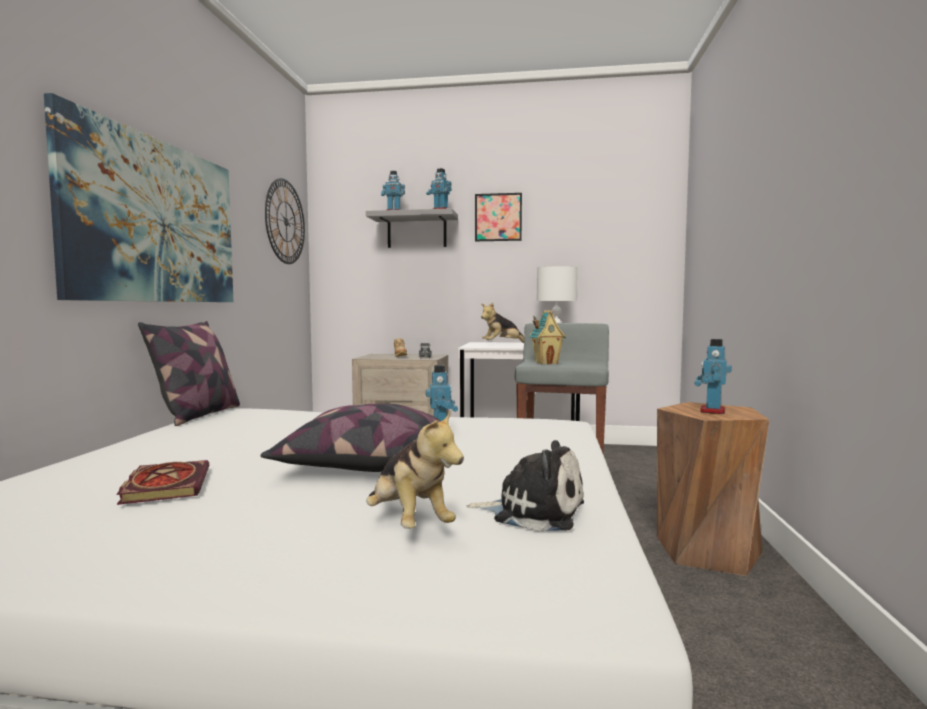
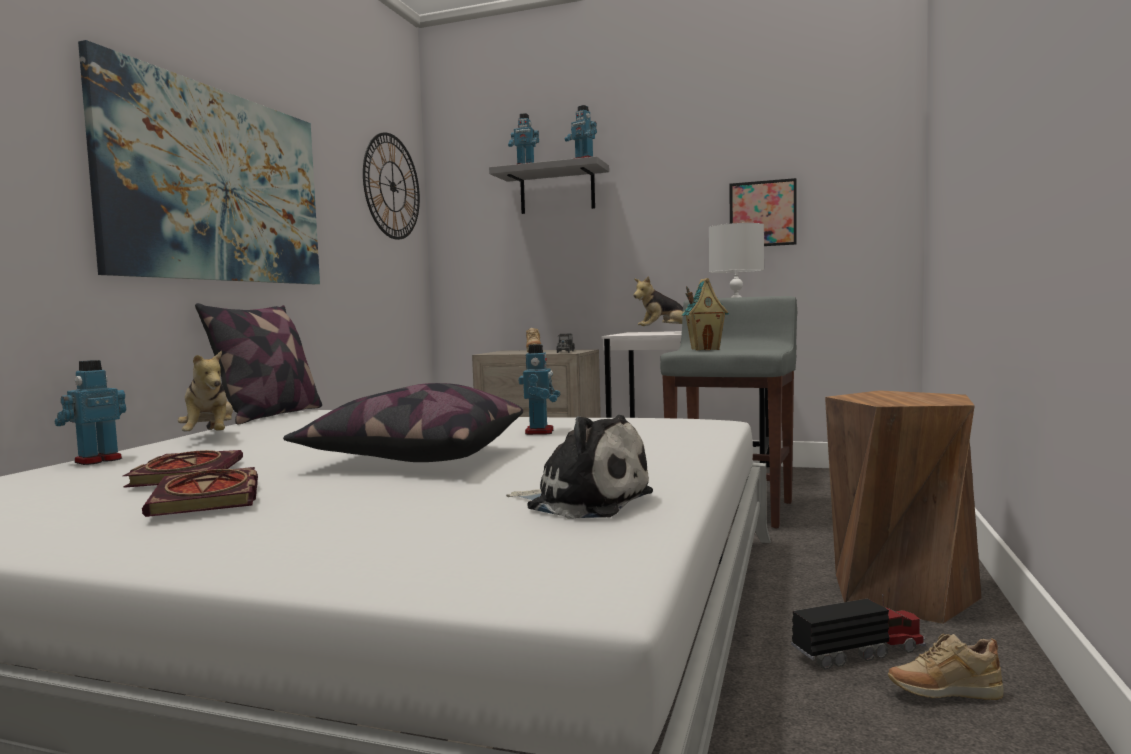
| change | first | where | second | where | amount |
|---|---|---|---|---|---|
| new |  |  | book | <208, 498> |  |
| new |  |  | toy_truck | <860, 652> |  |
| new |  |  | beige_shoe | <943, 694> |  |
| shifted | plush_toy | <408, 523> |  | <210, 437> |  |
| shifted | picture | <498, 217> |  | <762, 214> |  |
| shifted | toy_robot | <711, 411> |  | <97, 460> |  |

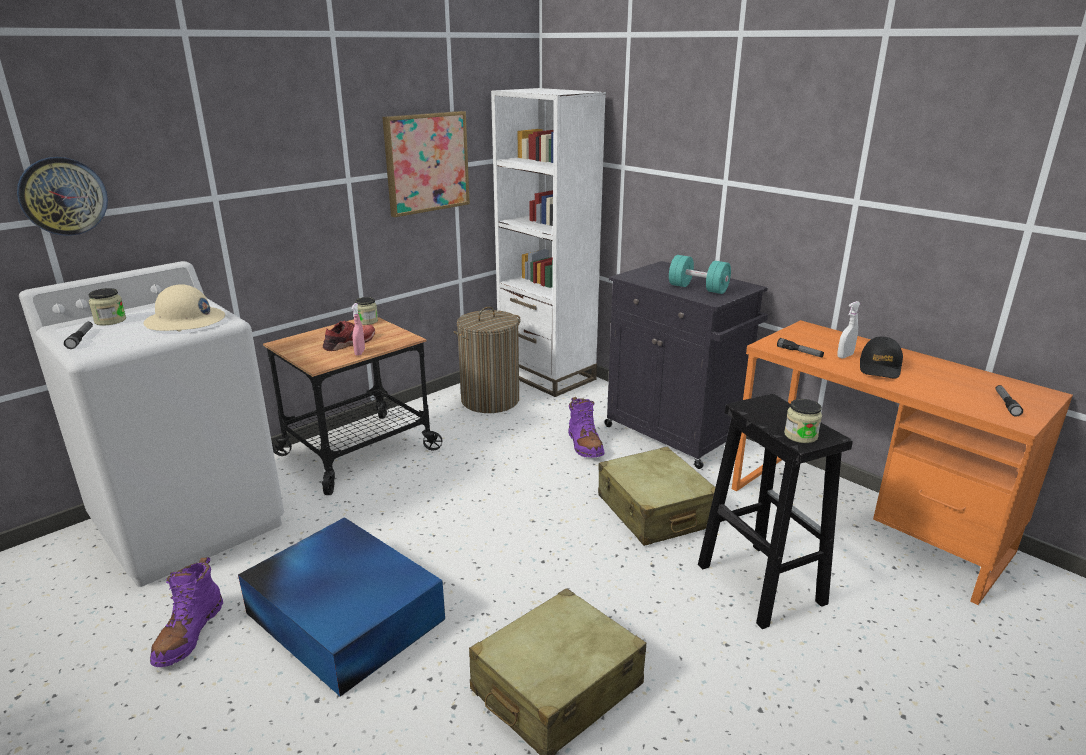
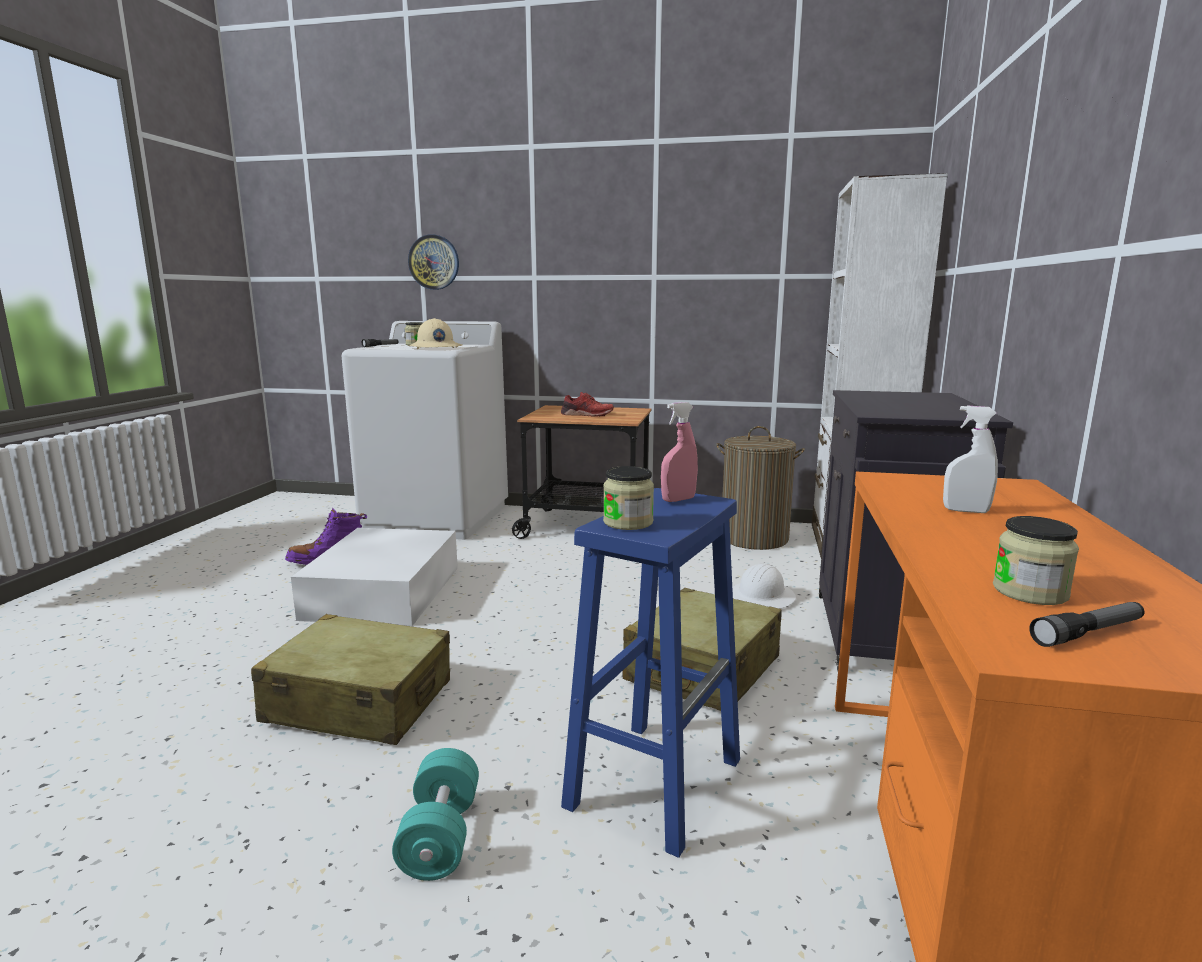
| change | first | where | second | where | amount |
|---|---|---|---|---|---|
| gone | picture | <426, 162> |  |  |  |
| gone | flashlight | <799, 352> |  |  |  |
| gone | black_cap | <880, 367> |  |  |  |
| shifted | pink_spray_bottle | <360, 352> |  | <678, 499> |  |
| shifted | jar | <367, 321> |  | <1030, 592> |  |
| shifted | turquoise_dumbbell | <698, 288> |  | <440, 836> |  |
| swapped | purple_boot | <584, 445> | white_hard_hat | <761, 598> |  |
| repainted | blue_storage_box | <344, 614> | white_storage_box | <385, 591> |  |
| repainted | black_stool | <758, 583> | blue_stool | <655, 781> |  |

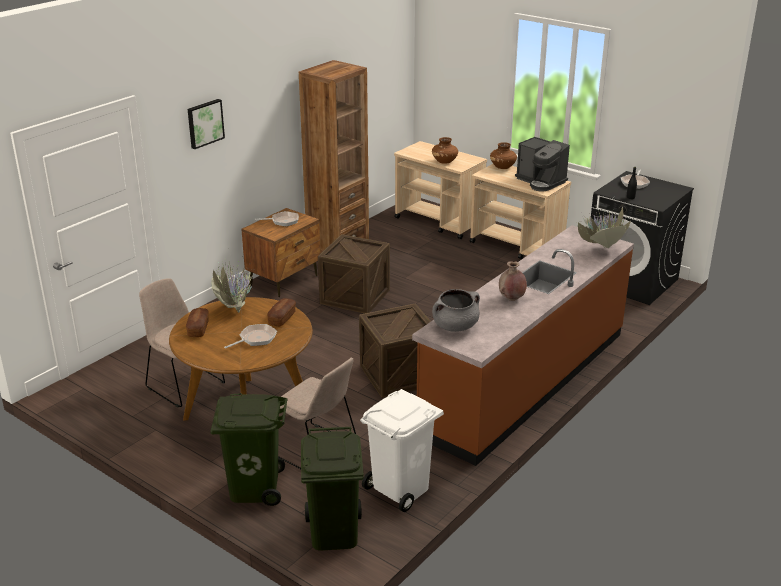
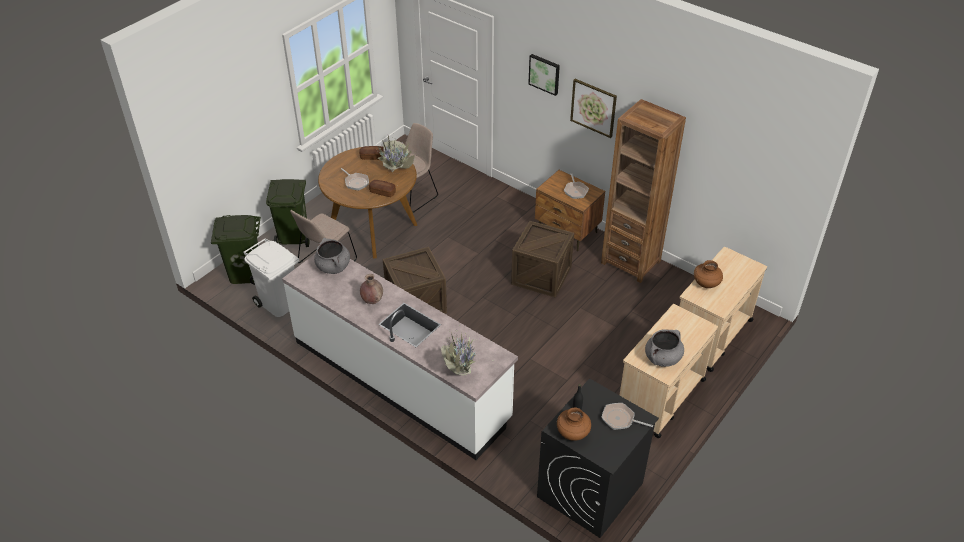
| change | first | where | second | where | amount |
|---|---|---|---|---|---|
| new |  |  | picture | <593, 107> |  |
| shifted | brown_vase | <502, 167> |  | <573, 433> |  |
| swapped | coffee_machine | <541, 182> | grey_cooking_pot | <662, 358> |  |
| repainted | brown_counter | <524, 381> | white_counter | <401, 379> |  |

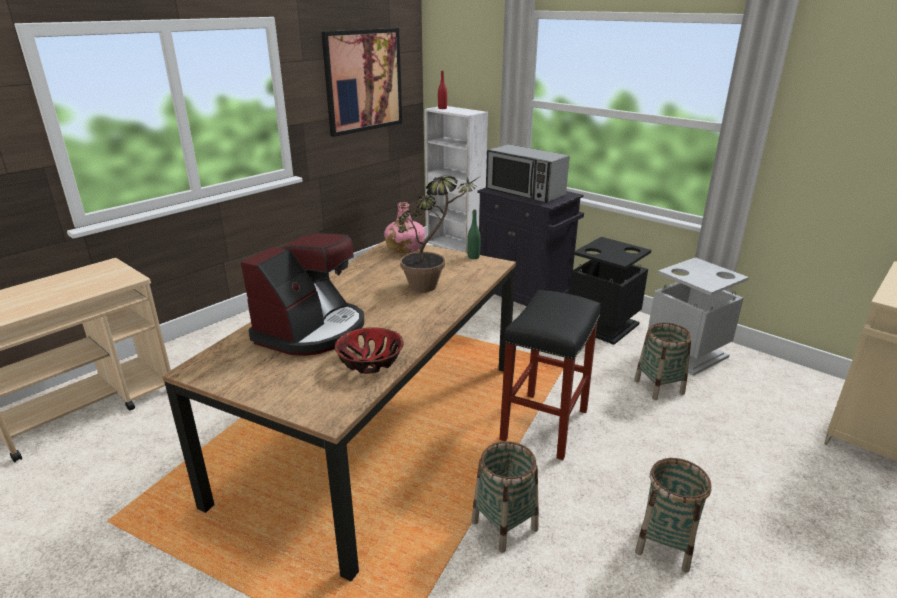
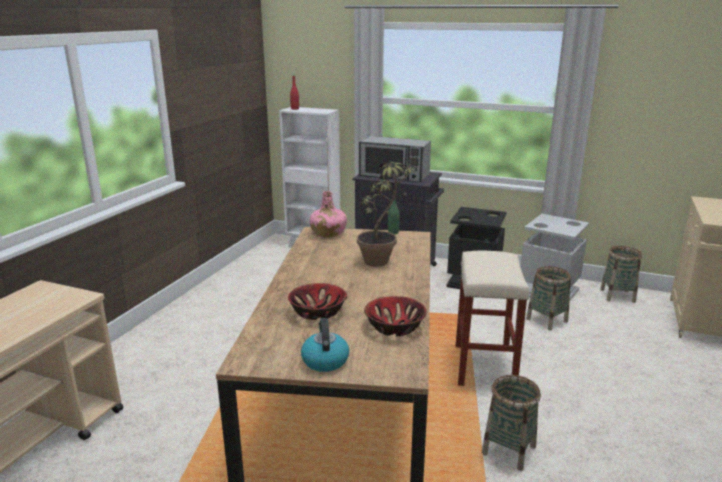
| change | first | where | second | where | amount |
|---|---|---|---|---|---|
| gone | picture | <363, 81> |  |  |  |
| new |  |  | kettle | <325, 360> |  |
| shifted | basket | <665, 544> |  | <617, 296> |  |
| swapped | coffee_machine | <312, 330> | bowl | <317, 311> |  |
| repainted | black_stool | <545, 426> | beige_stool | <485, 367> |  |

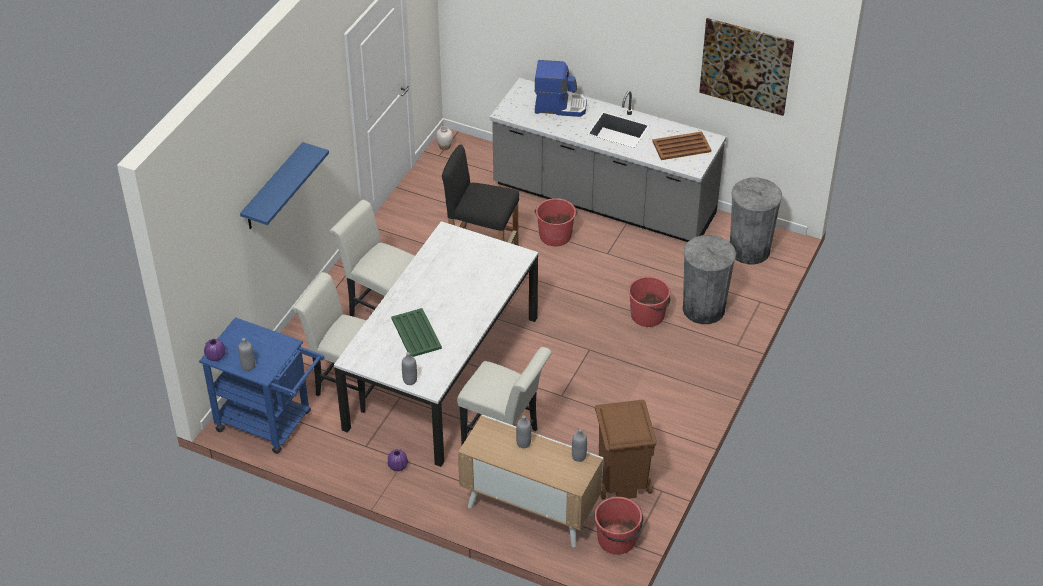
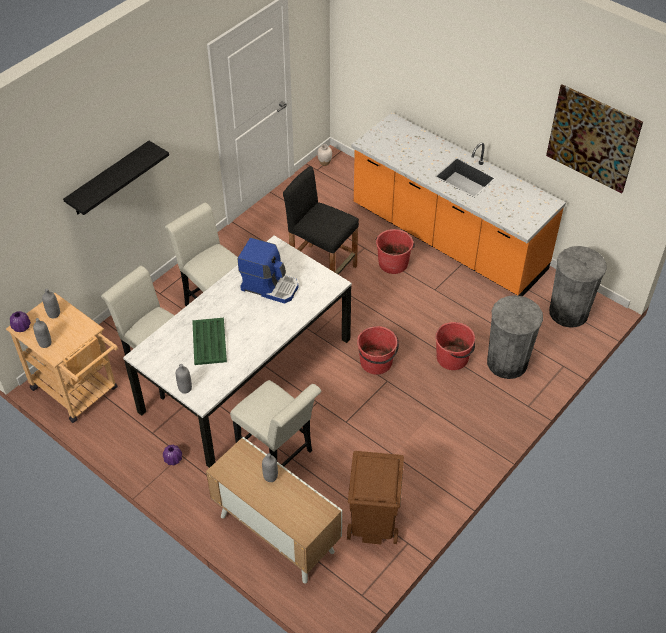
| change | first | where | second | where | amount |
|---|---|---|---|---|---|
| gone | brown_tray | <681, 146> |  |  |  |
| shifted | coffee_machine | <560, 106> |  | <270, 286> |  |
| shifted | grey_bottle | <579, 456> |  | <54, 314> |  |
| shifted | red_bucket | <617, 540> |  | <376, 362> |  |
| repainted | blue_cart | <271, 423> | beige_cart | <79, 392> |  |
| repainted | blue_shelf | <273, 188> | black_shelf | <109, 179> |  |
| repainted | grey_counter | <603, 201> | orange_counter | <447, 239> |  |

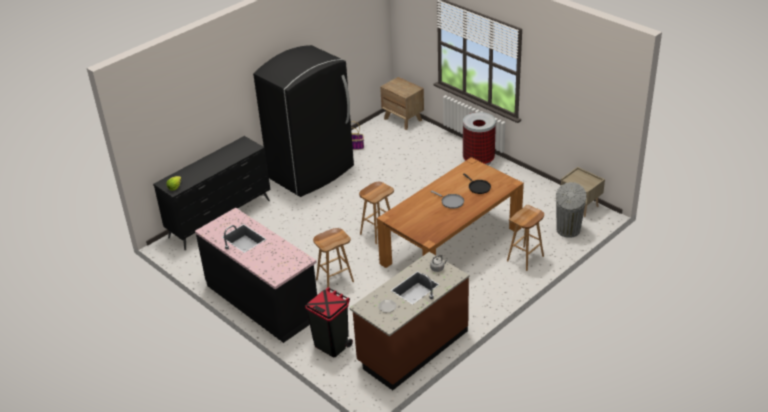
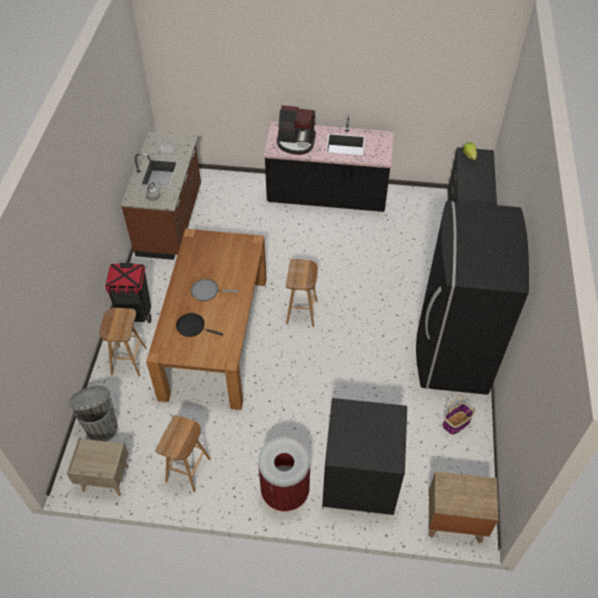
| change | first | where | second | where | amount |
|---|---|---|---|---|---|
| new |  |  | coffee_machine | <296, 142> |  |
| new |  |  | black_washing_machine | <359, 479> |  |
| shifted | black_trash_can | <332, 344> |  | <135, 313> |  |
| shifted | brown_stool | <335, 280> |  | <188, 470> |  |

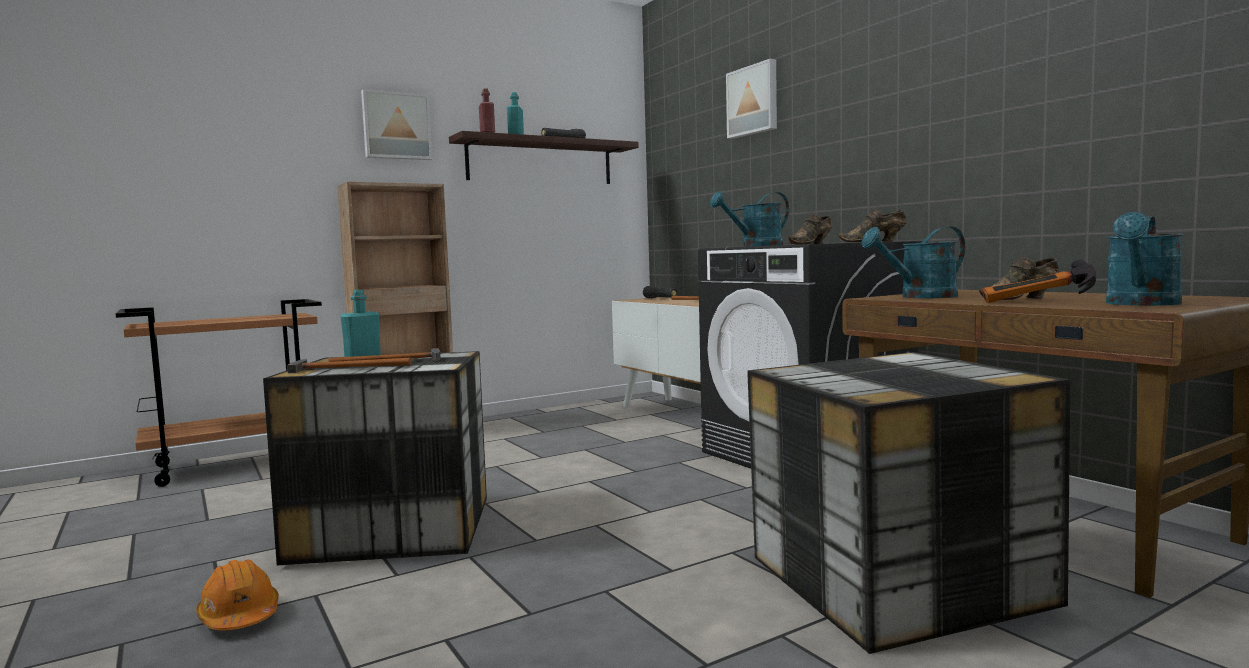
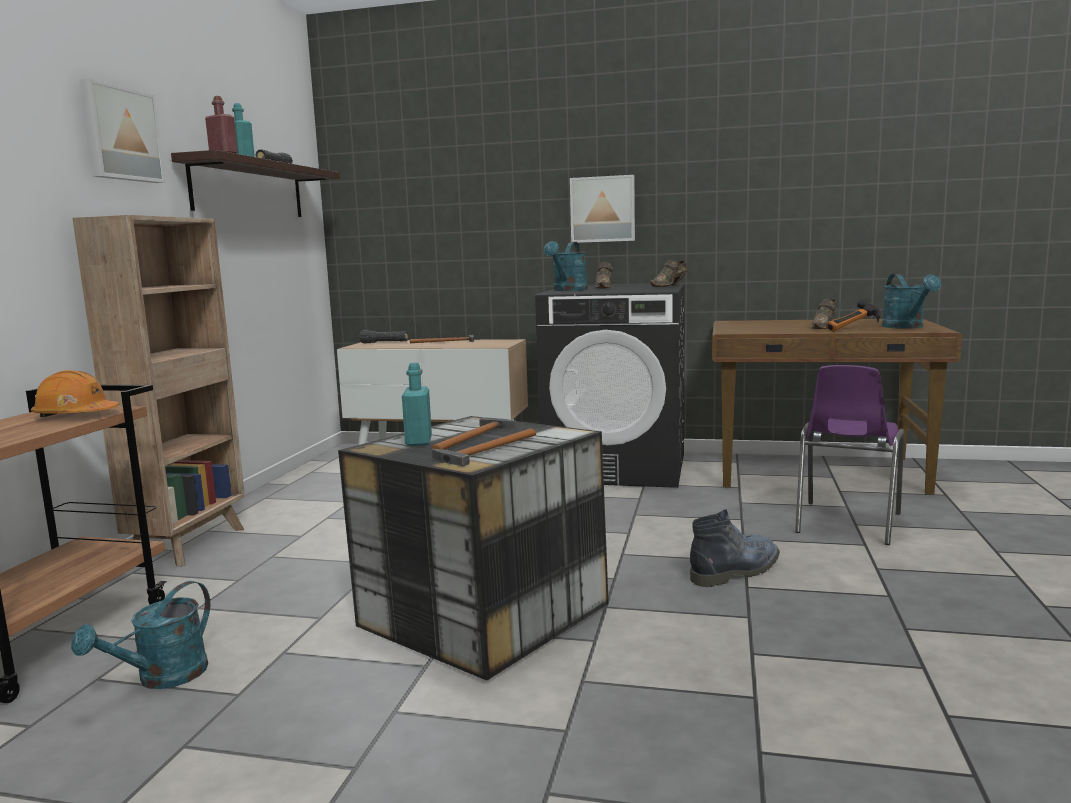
| change | first | where | second | where | amount |
|---|---|---|---|---|---|
| new |  |  | boot | <736, 570> |  |
| shifted | orange_hard_hat | <239, 616> |  | <76, 416> |  |
| shifted | picture | <753, 100> |  | <603, 209> |  |
| shifted | turquoise_watering_can | <920, 297> |  | <162, 678> |  |
| swapped | storage_box | <892, 581> | purple_chair | <846, 524> |  |

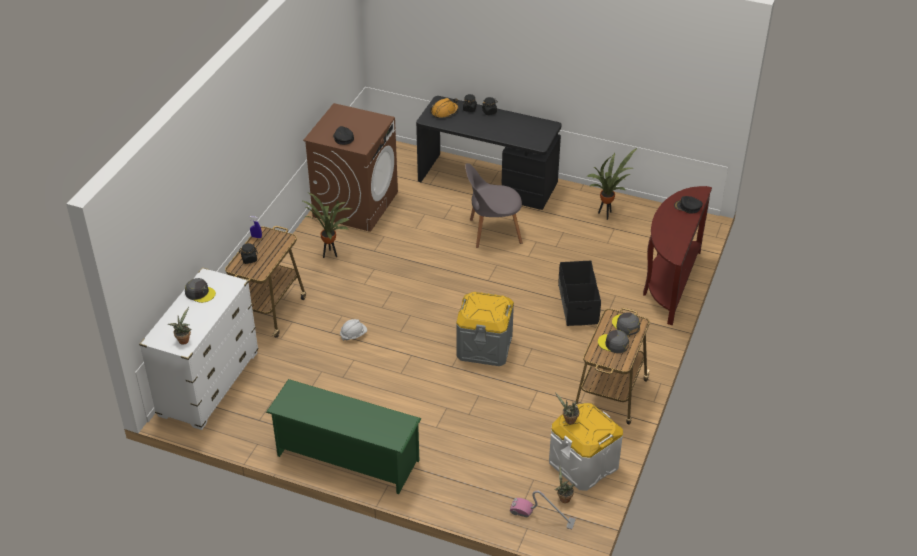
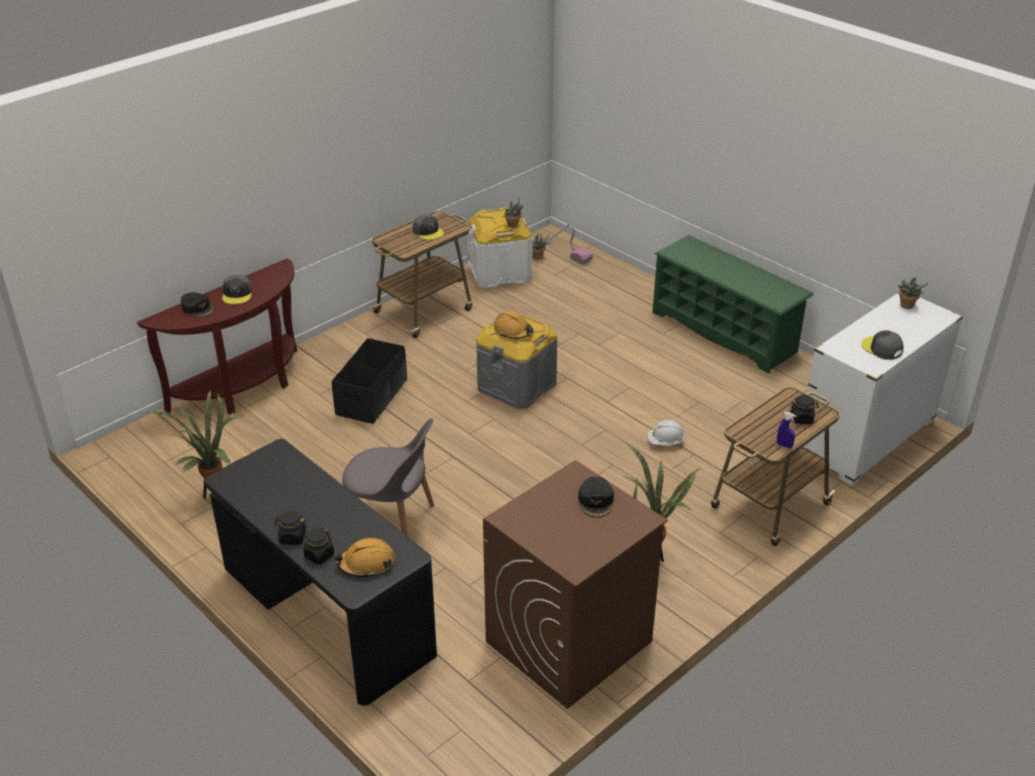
| change | first | where | second | where | amount |
|---|---|---|---|---|---|
| new |  |  | orange_hard_hat | <513, 331> |  |
| shifted | grey_cap | <625, 325> |  | <237, 294> |  |

